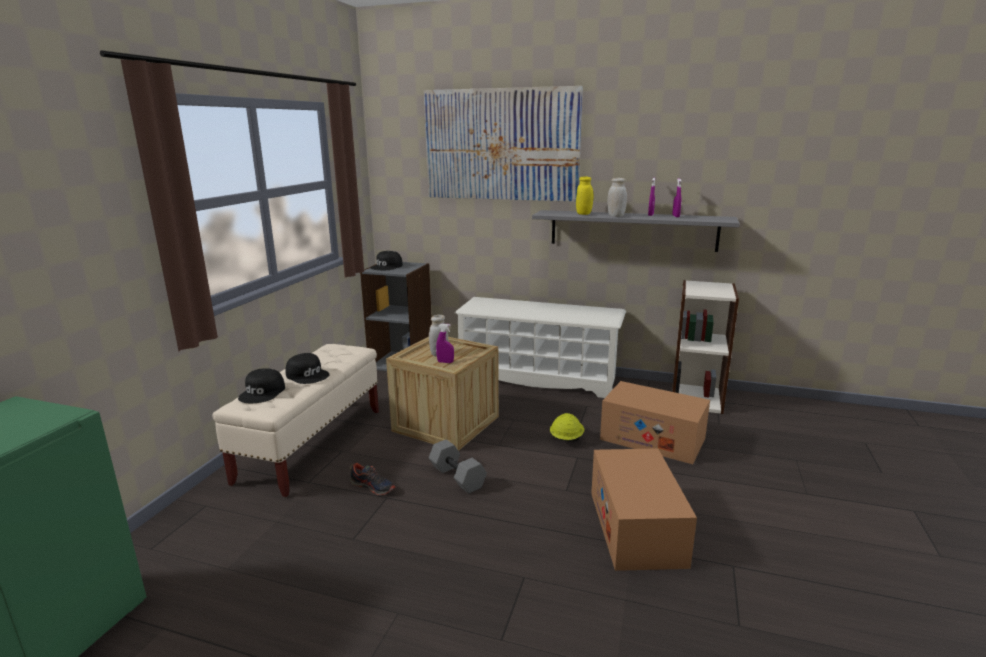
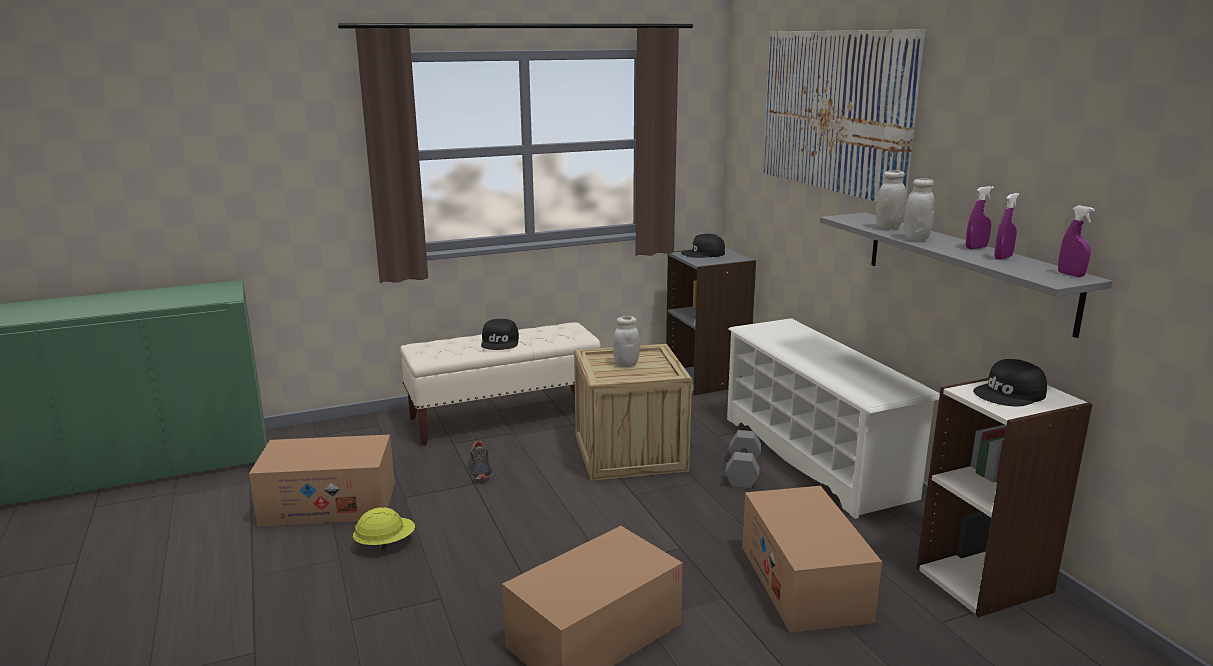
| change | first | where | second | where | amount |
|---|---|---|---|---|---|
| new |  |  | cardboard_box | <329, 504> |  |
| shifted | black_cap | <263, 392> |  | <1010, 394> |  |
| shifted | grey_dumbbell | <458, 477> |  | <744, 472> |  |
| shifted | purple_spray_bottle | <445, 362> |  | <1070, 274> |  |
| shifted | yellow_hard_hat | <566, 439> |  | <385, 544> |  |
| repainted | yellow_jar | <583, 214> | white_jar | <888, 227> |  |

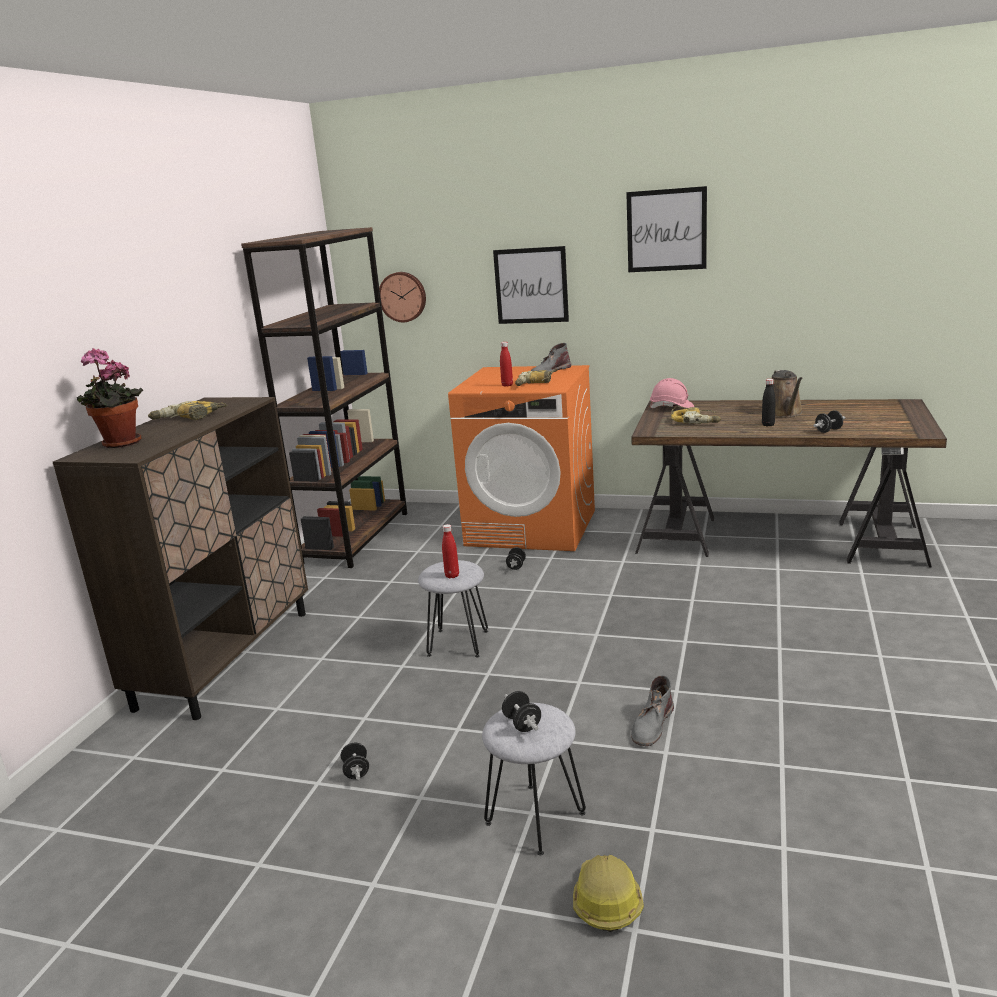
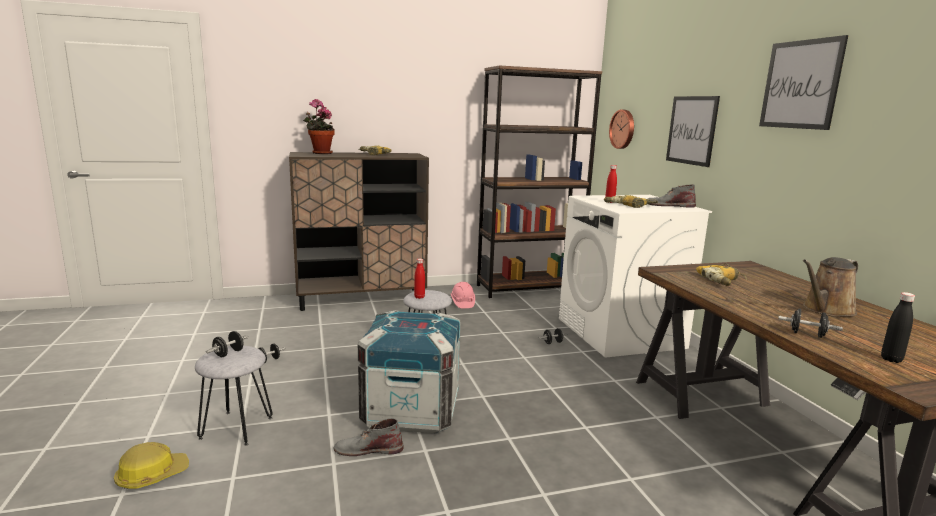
| change | first | where | second | where | amount |
|---|---|---|---|---|---|
| new |  |  | crate | <411, 411> |  |
| shifted | pink_hard_hat | <671, 407> |  | <462, 303> |  |
| shifted | black_bottle | <768, 425> |  | <891, 359> |  |
| repainted | orange_washing_machine | <532, 528> | white_washing_machine | <620, 333> |  |

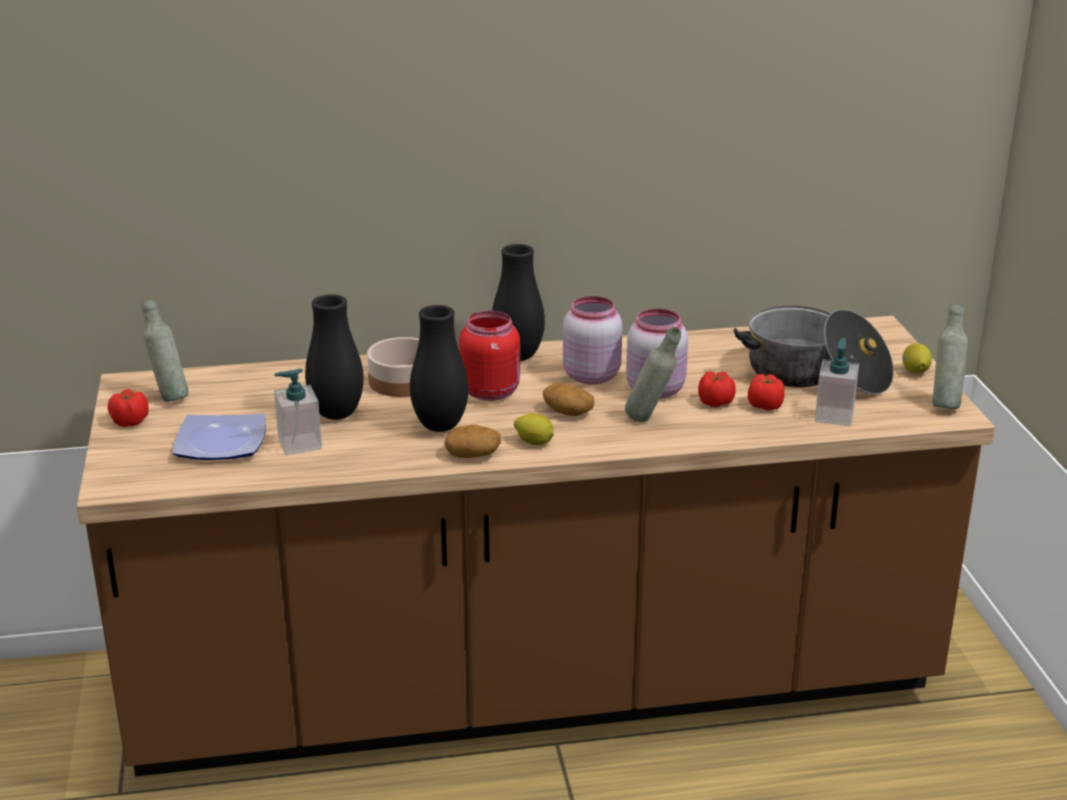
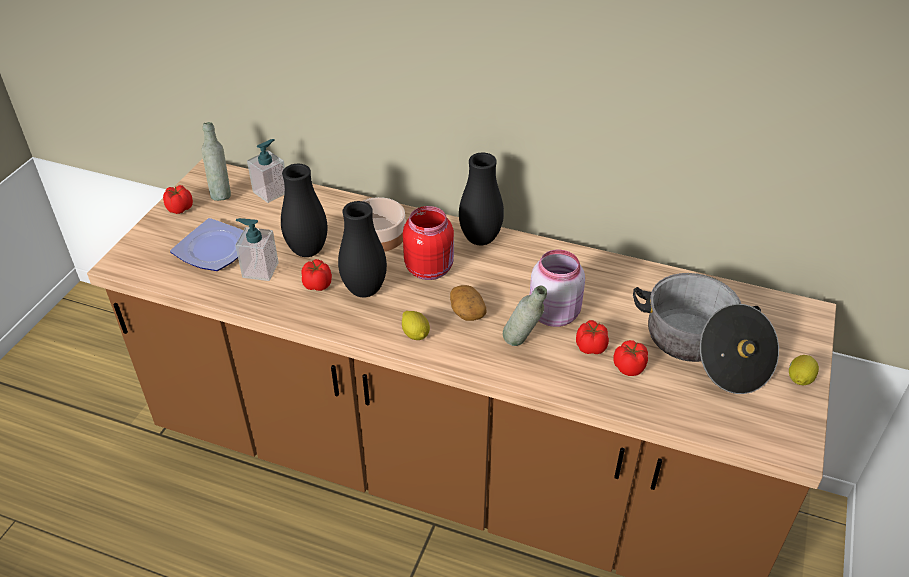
| change | first | where | second | where | amount |
|---|---|---|---|---|---|
| gone | potato | <473, 454> |  |  |  |
| gone | pink_jar | <591, 375> |  |  |  |
| gone | grey_bottle | <944, 404> |  |  |  |
| new |  |  | tomato | <318, 284> |  |
| shifted | soap_dispenser | <834, 416> |  | <271, 192> |  |

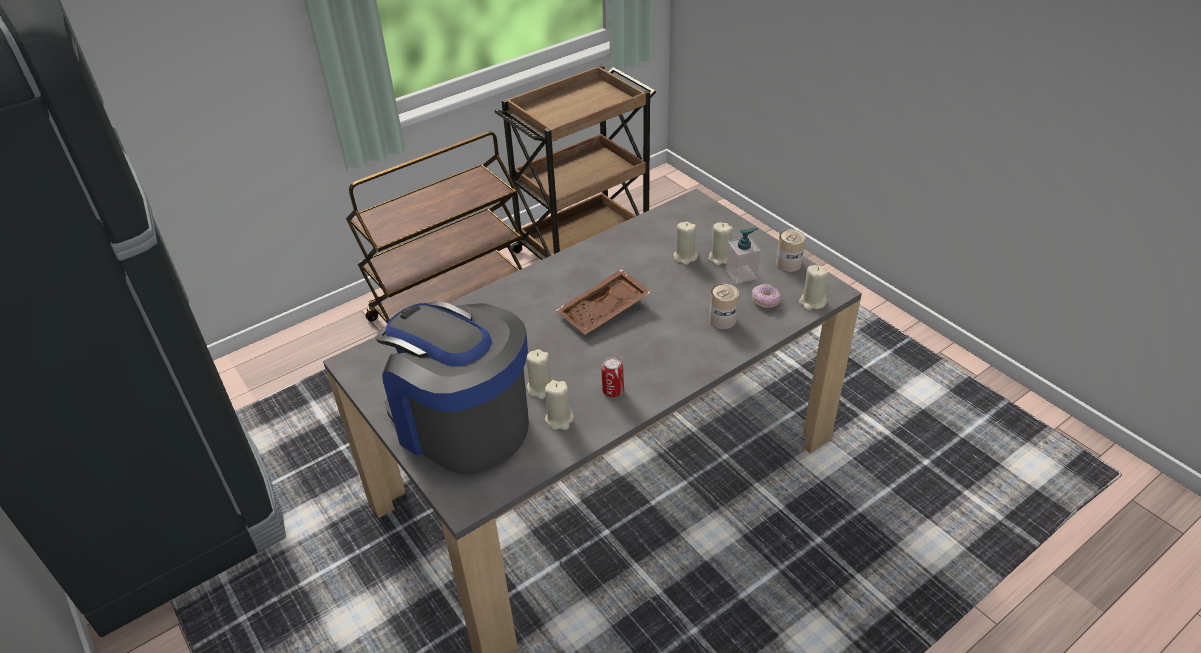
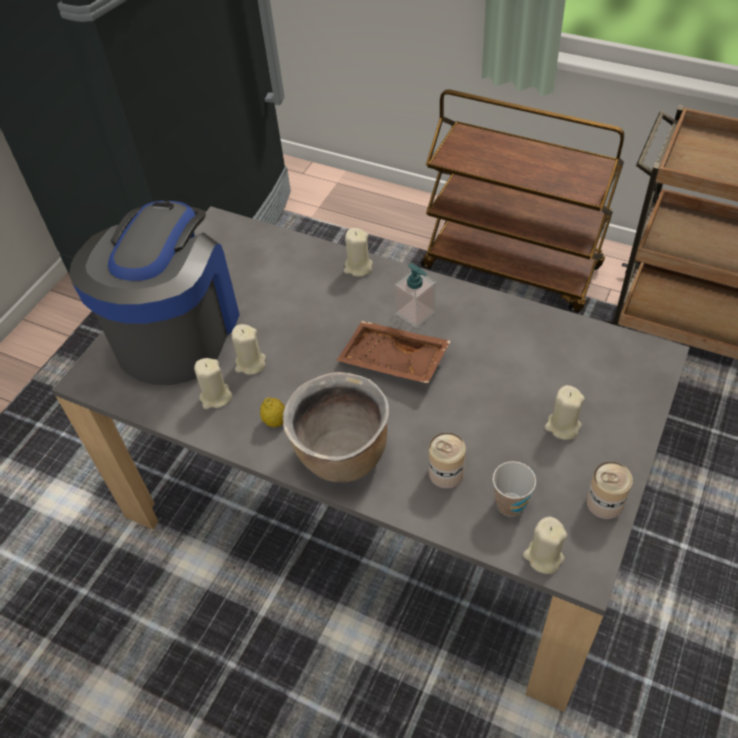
| change | first | where | second | where | amount |
|---|---|---|---|---|---|
| new |  |  | brown_cooking_pot | <342, 456> |  |
| shifted | beige_candle | <685, 257> |  | <358, 267> |  |
| shifted | soap_dispenser | <741, 274> |  | <415, 313> |  |
| swapped | can | <613, 391> | lemon | <275, 421> |  |
| swapped | donut | <765, 301> | cup | <510, 504> |  |

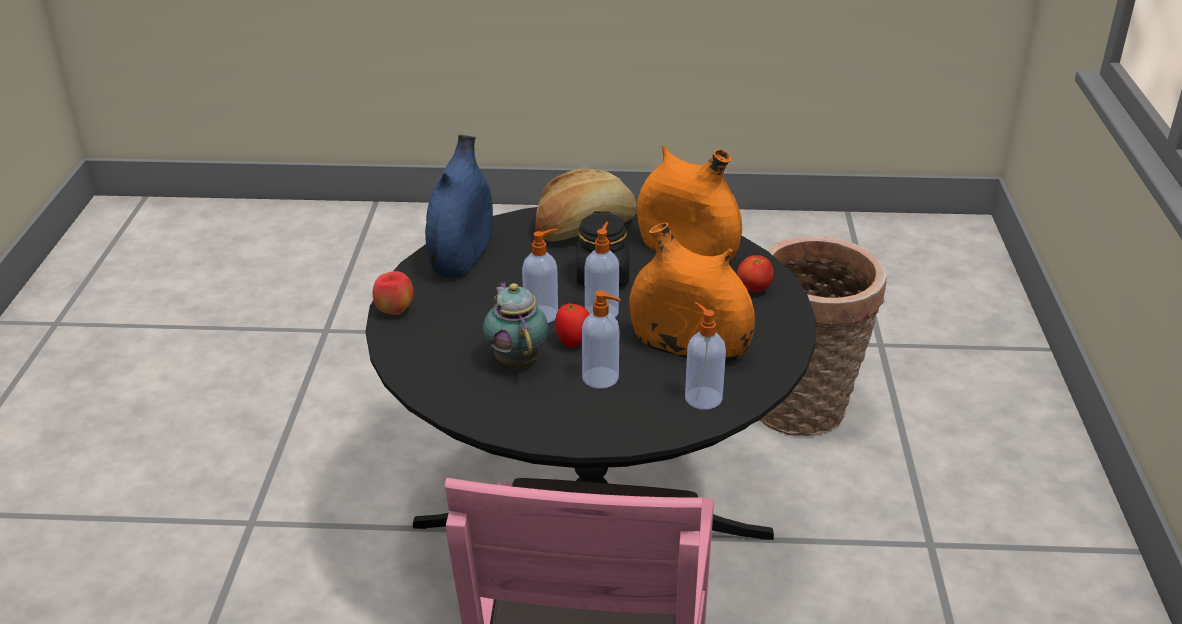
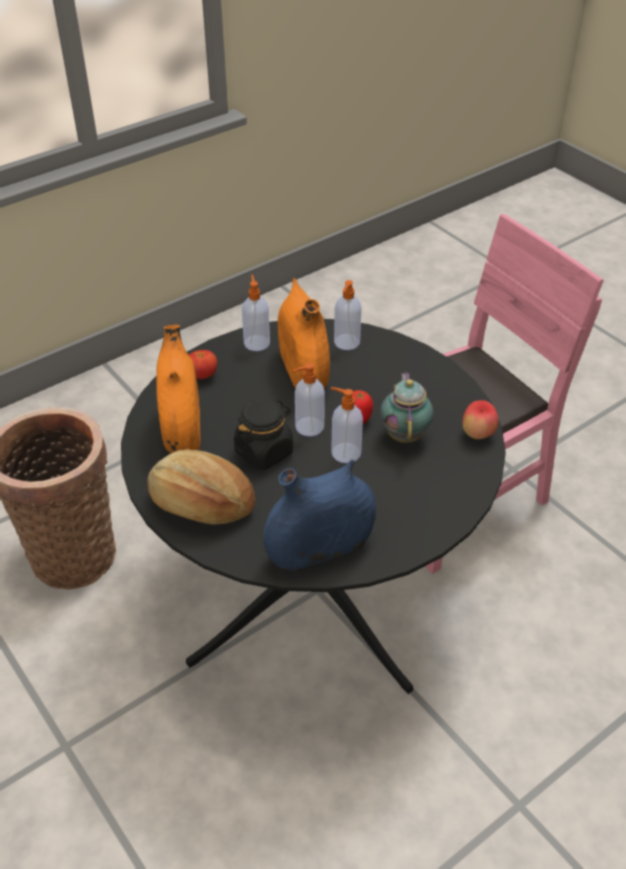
| change | first | where | second | where | amount |
|---|---|---|---|---|---|
| shifted | apple | <395, 311> |  | <477, 434> |  |
| shifted | soap_dispenser | <601, 378> |  | <256, 342> |  |
| rotated | teapot | <516, 358> |  | <405, 434> | 150 degrees clockwise |

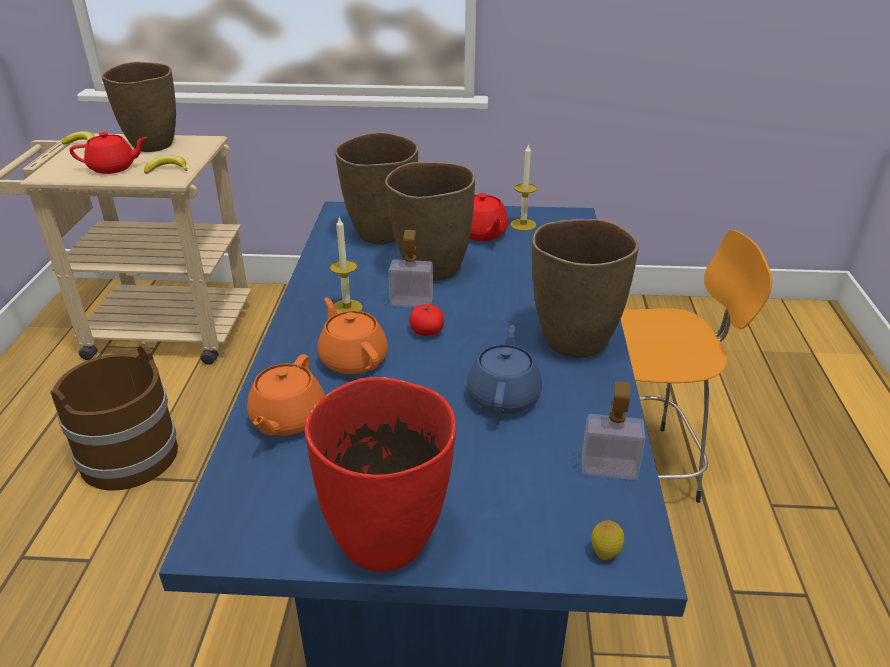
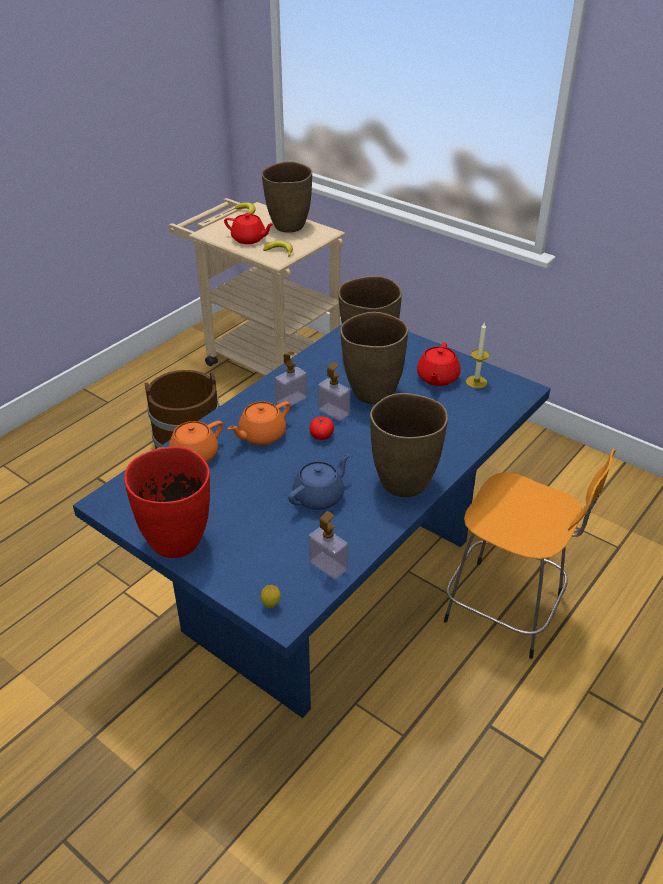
| change | first | where | second | where | amount |
|---|---|---|---|---|---|
| swapped | candle | <347, 308> | soap_dispenser | <291, 400> |  |
| rotated | orange_teapot | <353, 359> |  | <261, 435> | 135 degrees counterclockwise |

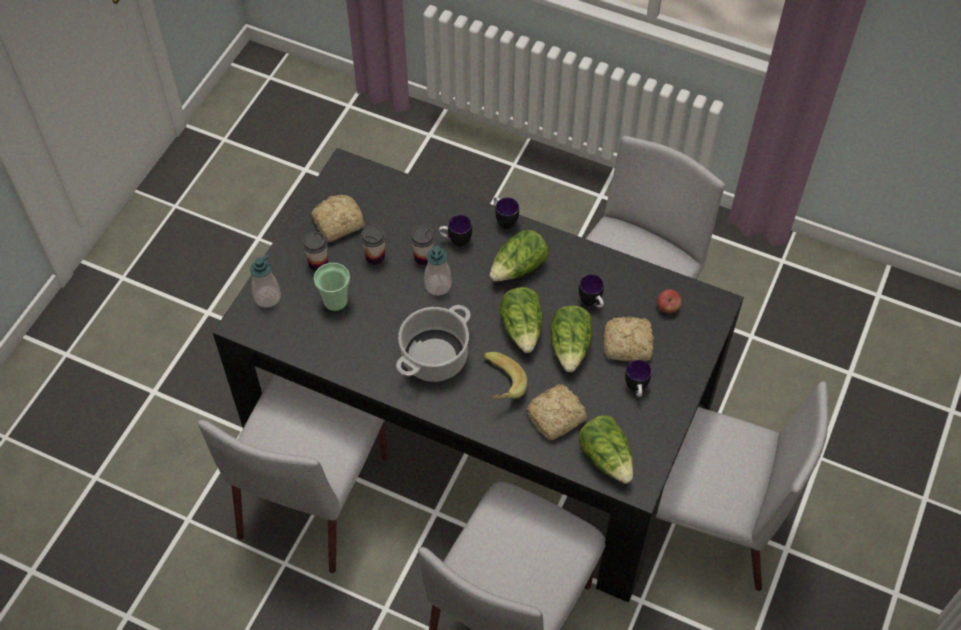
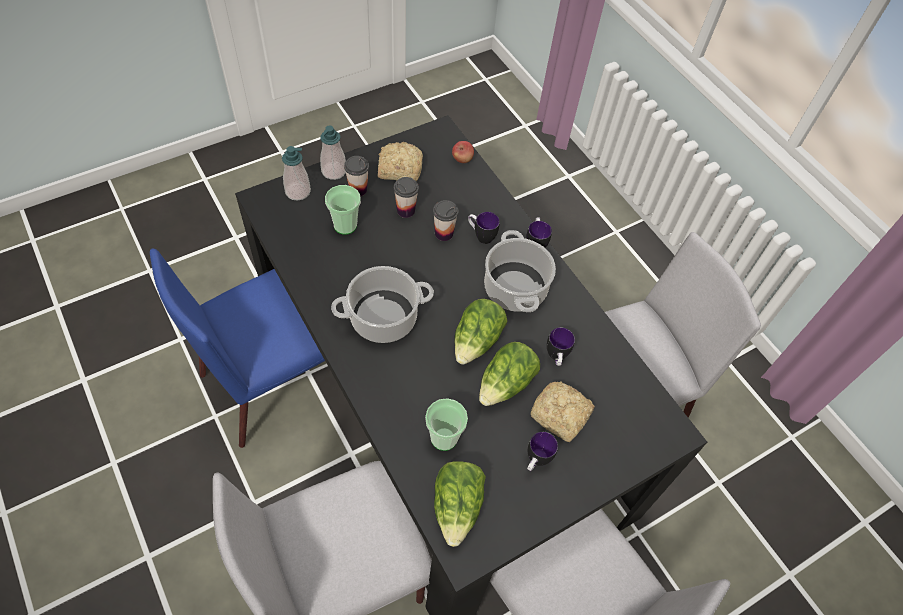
| change | first | where | second | where | amount |
|---|---|---|---|---|---|
| gone | banana | <497, 386> |  |  |  |
| shifted | soap_dispenser | <438, 285> |  | <334, 171> |  |
| shifted | apple | <667, 308> |  | <462, 159> |  |
| swapped | lettuce | <519, 268> | cooking_pot | <515, 289> |  |
| swapped | bread | <557, 416> | cup | <444, 438> |  |
| repainted | grey_chair | <315, 493> | blue_chair | <278, 379> |  |

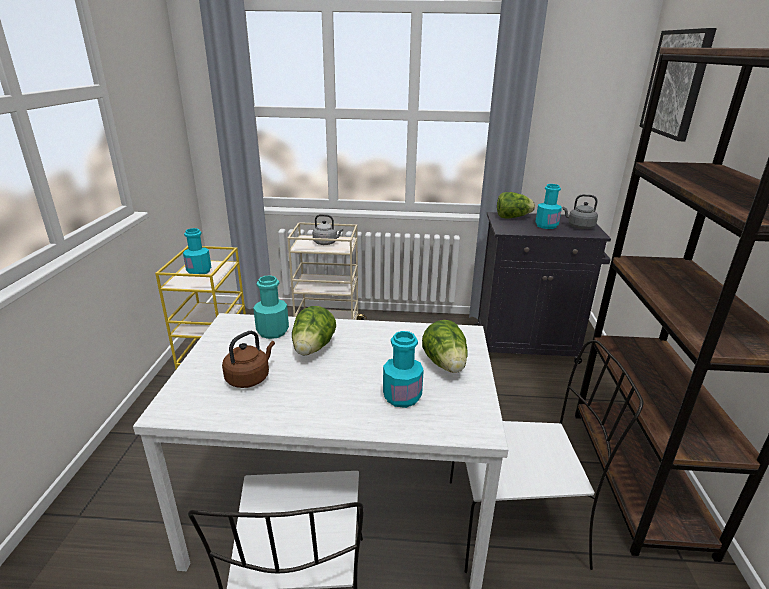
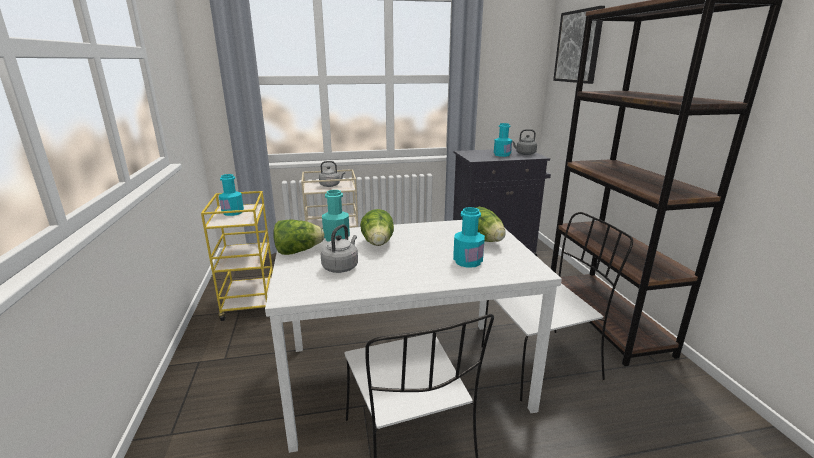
| change | first | where | second | where | amount |
|---|---|---|---|---|---|
| shifted | lettuce | <512, 217> |  | <298, 251> |  |
| repainted | brown_kettle | <249, 378> | grey_kettle | <341, 267> |  |

